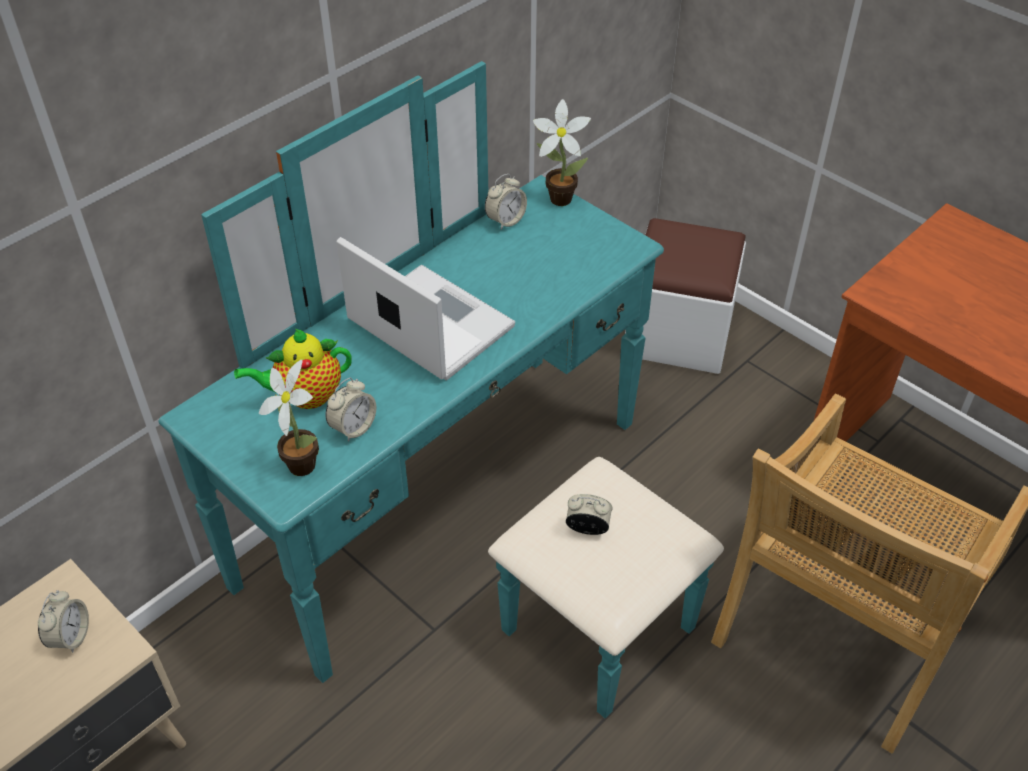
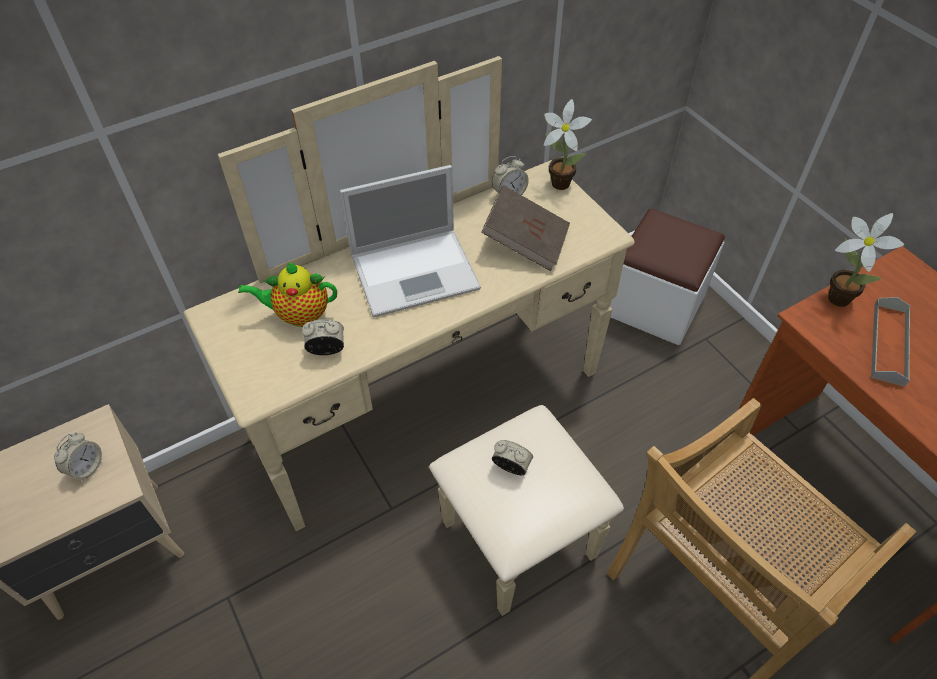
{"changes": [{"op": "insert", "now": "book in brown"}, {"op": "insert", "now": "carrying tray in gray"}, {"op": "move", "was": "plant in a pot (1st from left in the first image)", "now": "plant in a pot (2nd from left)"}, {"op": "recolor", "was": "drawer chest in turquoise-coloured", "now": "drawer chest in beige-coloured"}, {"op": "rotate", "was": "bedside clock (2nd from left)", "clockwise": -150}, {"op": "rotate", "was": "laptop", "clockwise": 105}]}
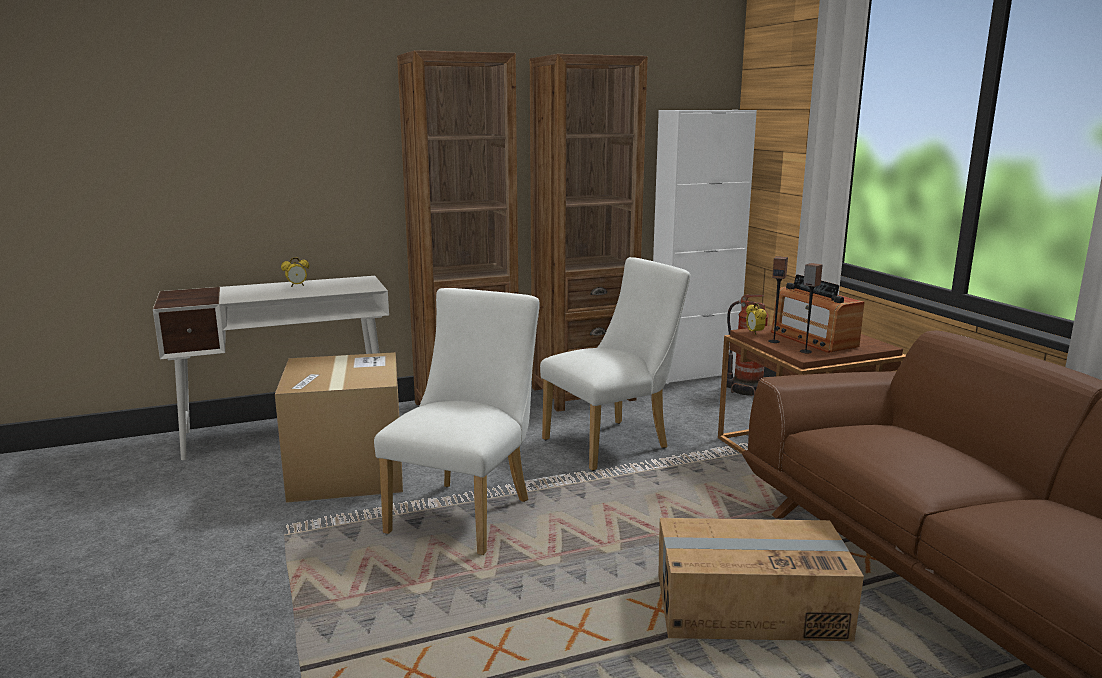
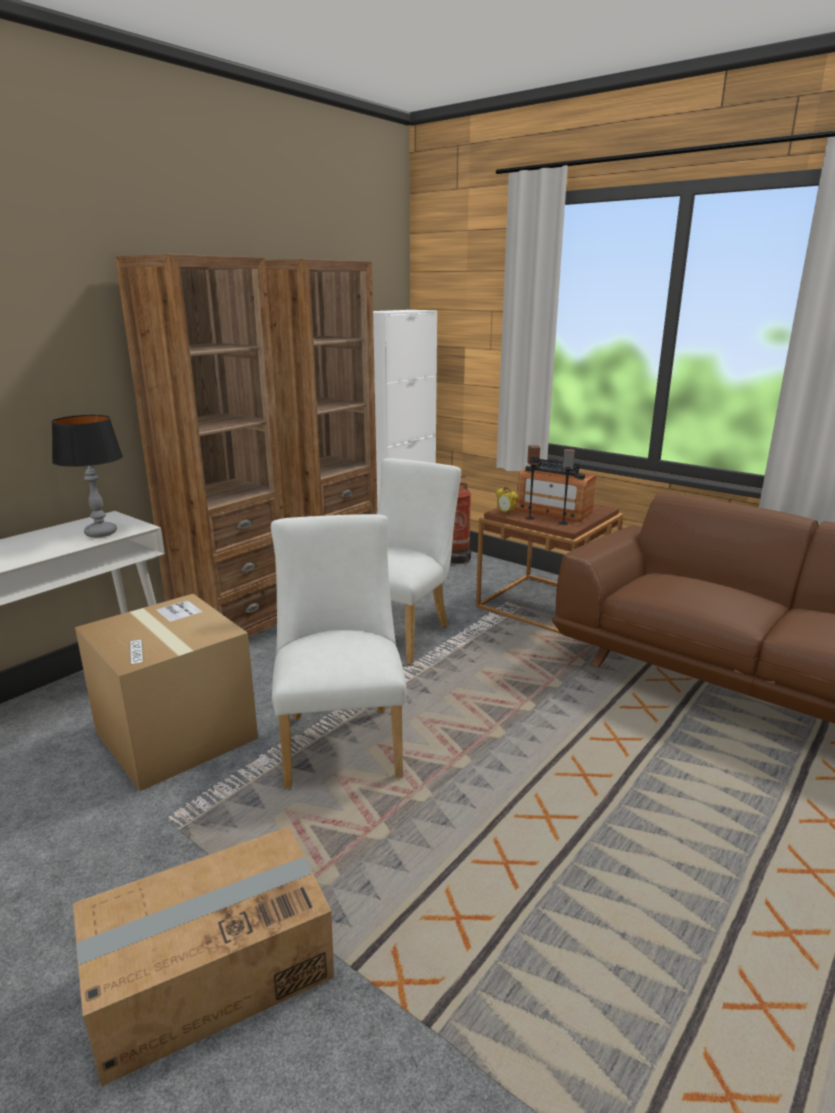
{"changes": [{"op": "delete", "was": "bedside clock (1st from left)"}, {"op": "insert", "now": "table lamp"}, {"op": "move", "was": "cardboard box (2nd from left)"}]}
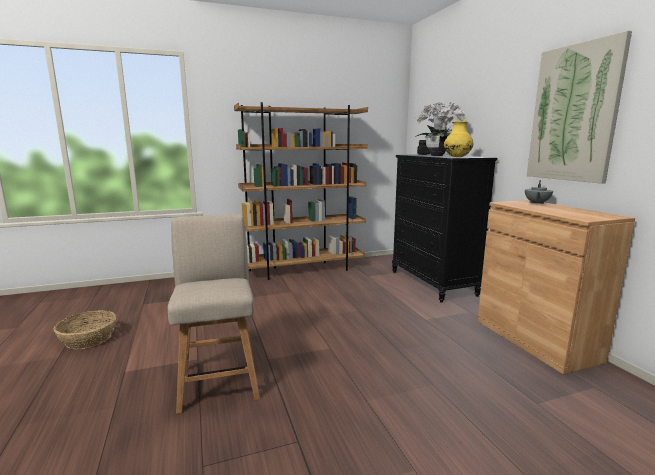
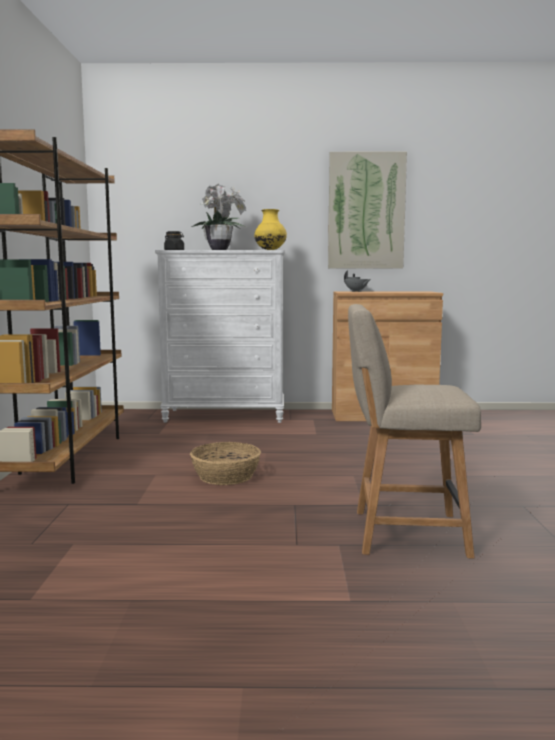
{"changes": [{"op": "move", "was": "basket"}, {"op": "recolor", "was": "drawer chest in black", "now": "drawer chest in white"}]}
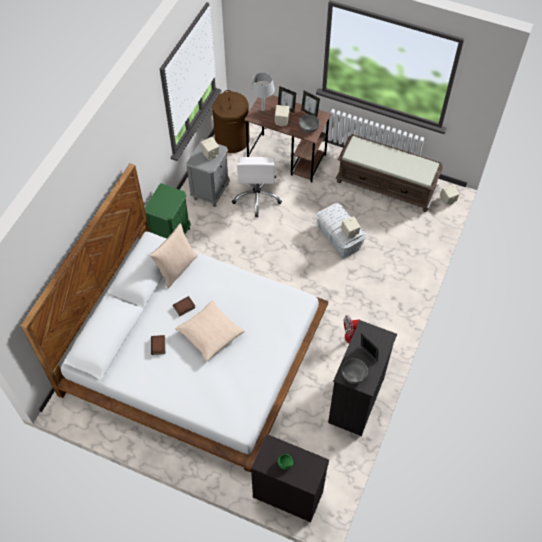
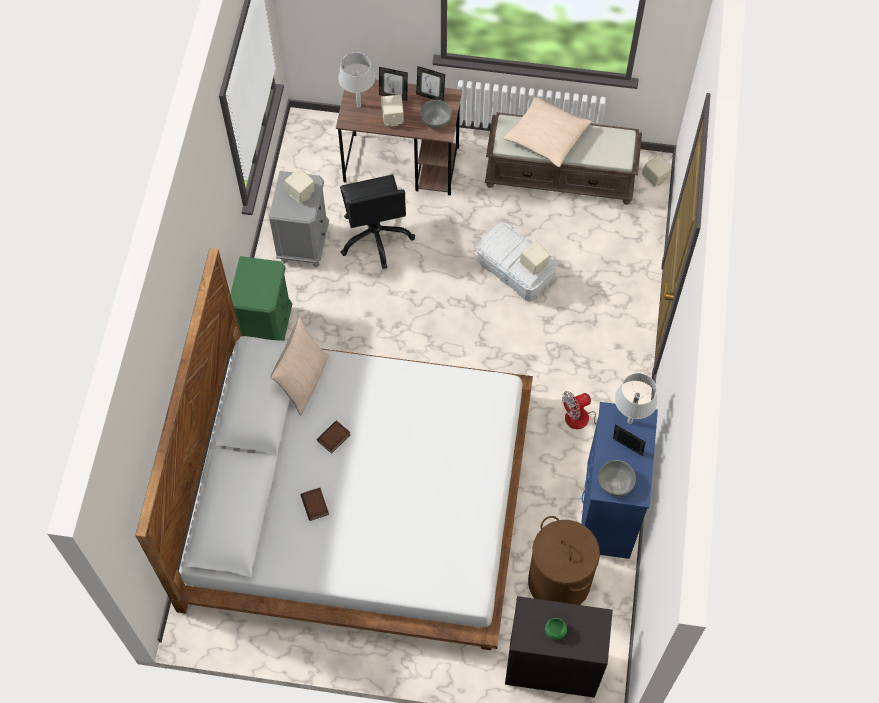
{"changes": [{"op": "insert", "now": "table lamp in gray (2nd from left)"}, {"op": "move", "was": "throw pillow in beige-coloured (2nd from left)"}, {"op": "move", "was": "laundry basket in brown"}, {"op": "recolor", "was": "desk chair in white", "now": "desk chair in black"}, {"op": "recolor", "was": "drawer chest in black", "now": "drawer chest in bluish"}]}
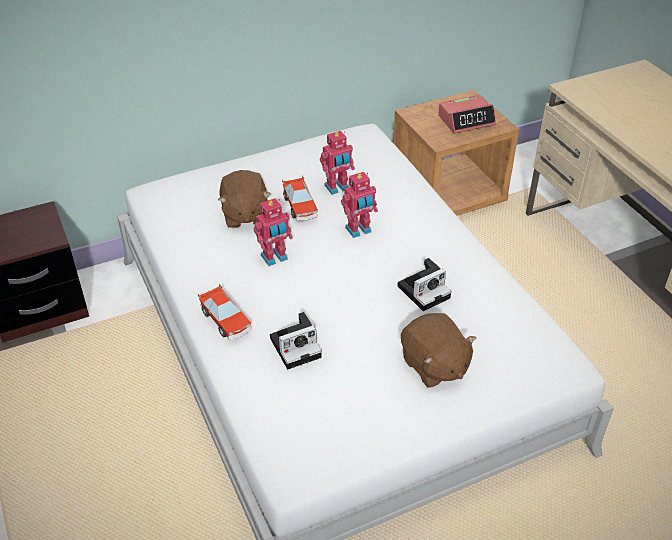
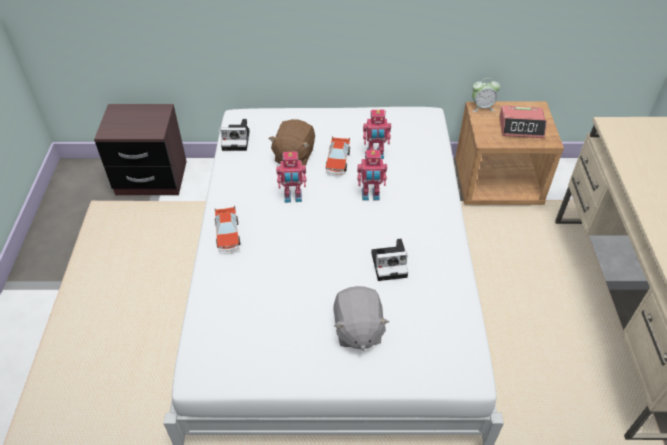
{"changes": [{"op": "insert", "now": "bedside clock (1st from left)"}, {"op": "move", "was": "photo camera (1st from left)"}, {"op": "recolor", "was": "soft toy in brown (2nd from left)", "now": "soft toy in gray"}]}
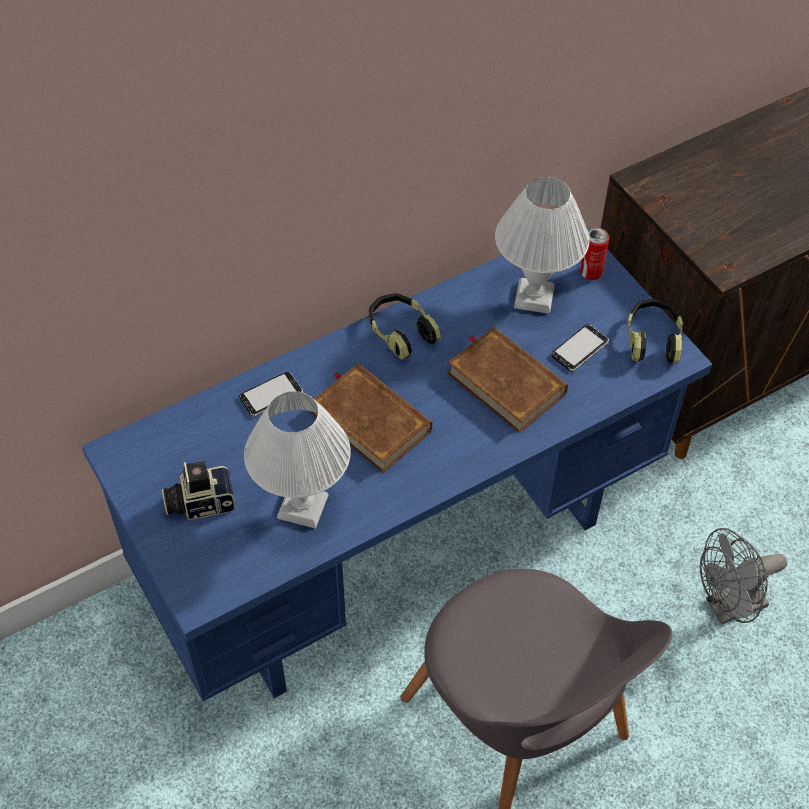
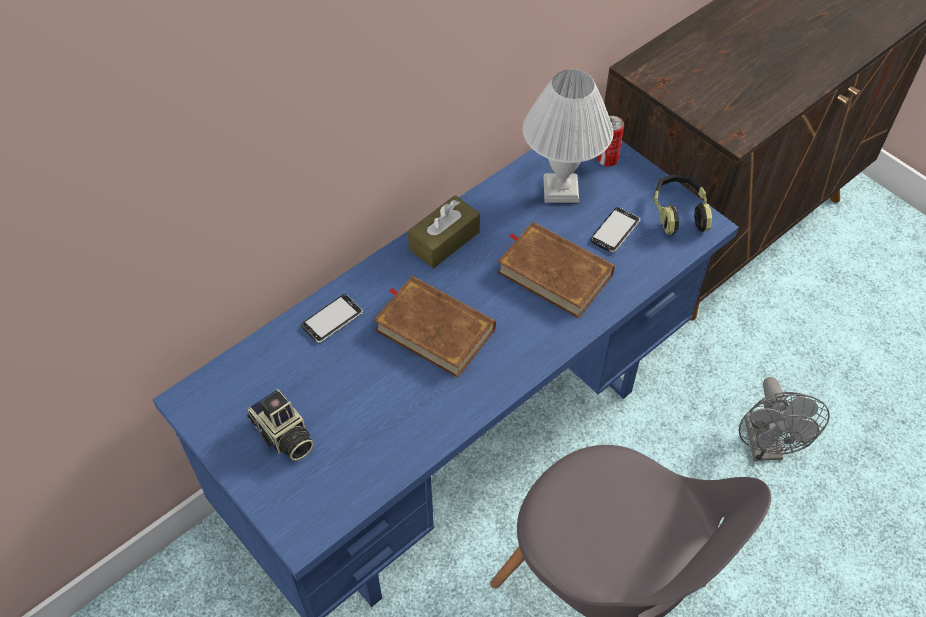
{"changes": [{"op": "delete", "was": "table lamp in white (1st from left)"}, {"op": "replace", "was": "pair of headphones (1st from left)", "now": "box of tissues in brown"}, {"op": "rotate", "was": "photo camera", "clockwise": -105}, {"op": "rotate", "was": "electric fan in gray", "clockwise": -60}]}
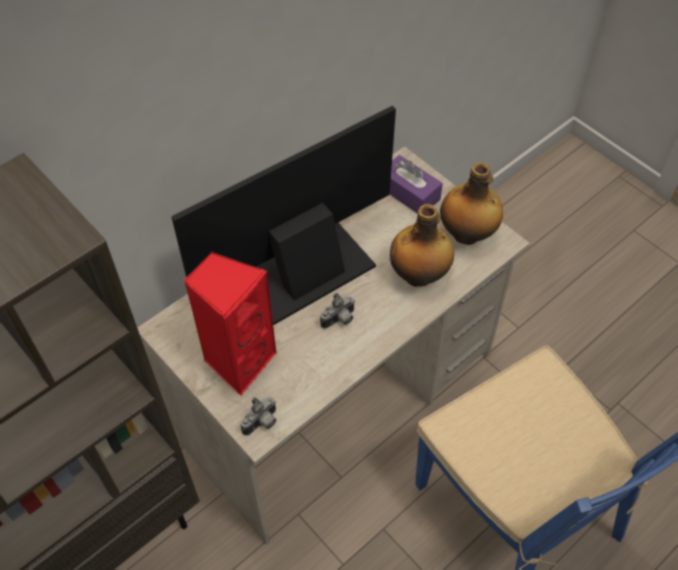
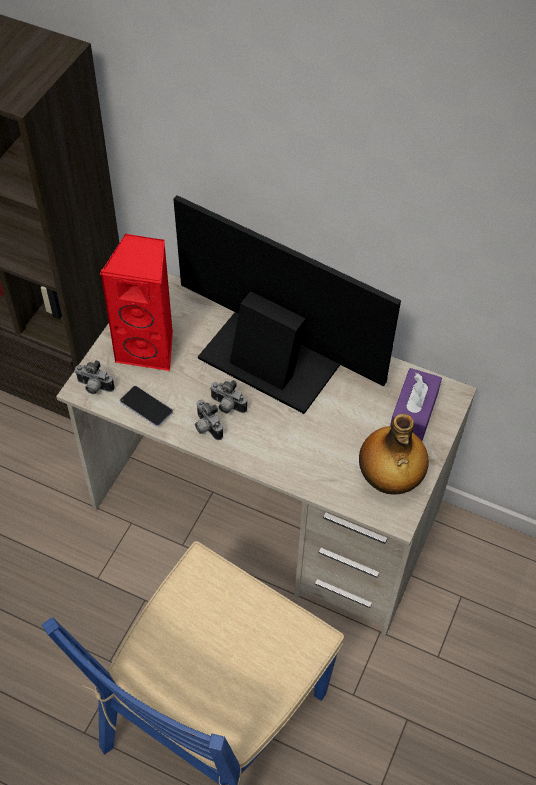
{"changes": [{"op": "delete", "was": "bottle (1st from left)"}, {"op": "insert", "now": "phone"}, {"op": "insert", "now": "photo camera (2nd from left)"}]}
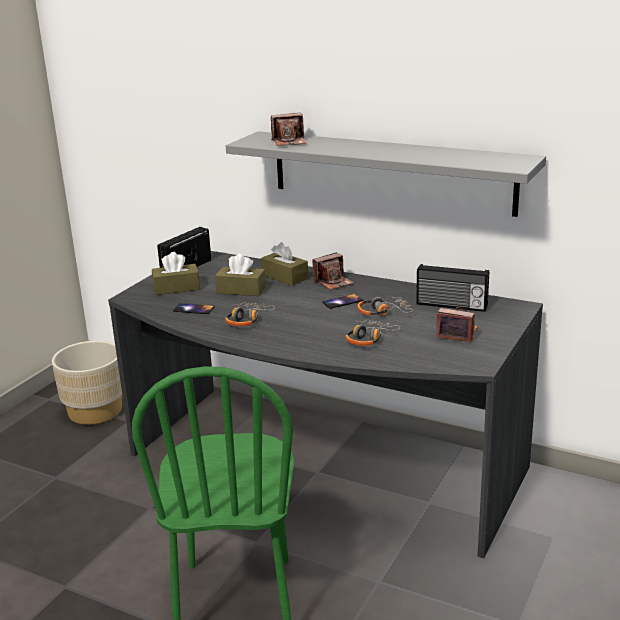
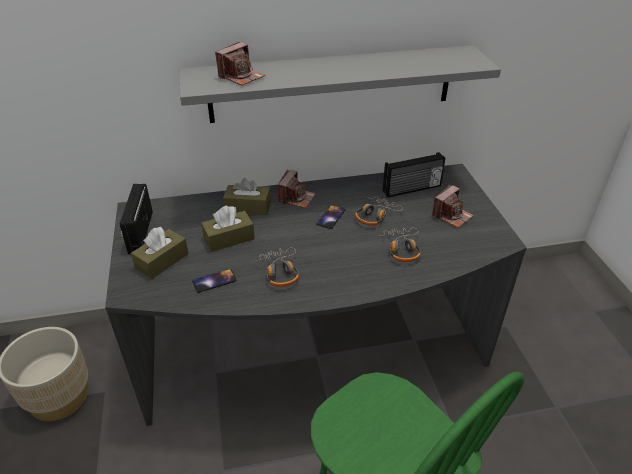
{"changes": [{"op": "rotate", "was": "photo camera (3rd from left)", "clockwise": 150}]}
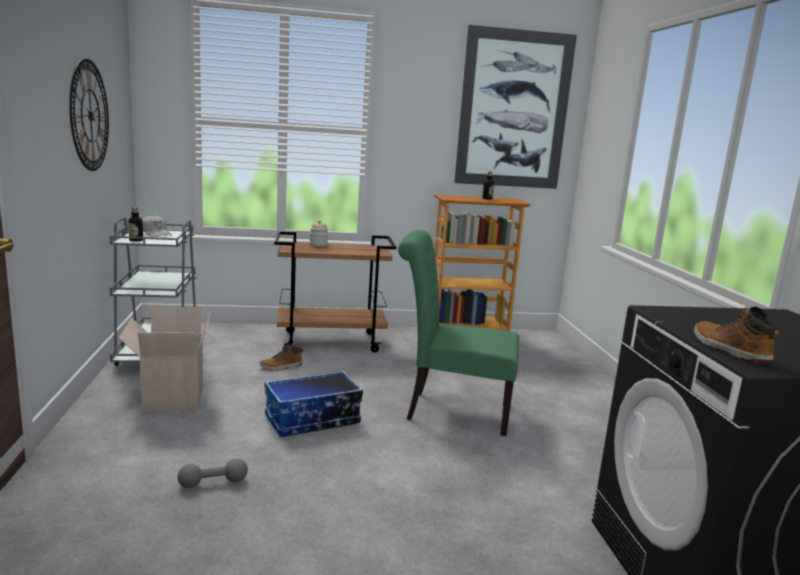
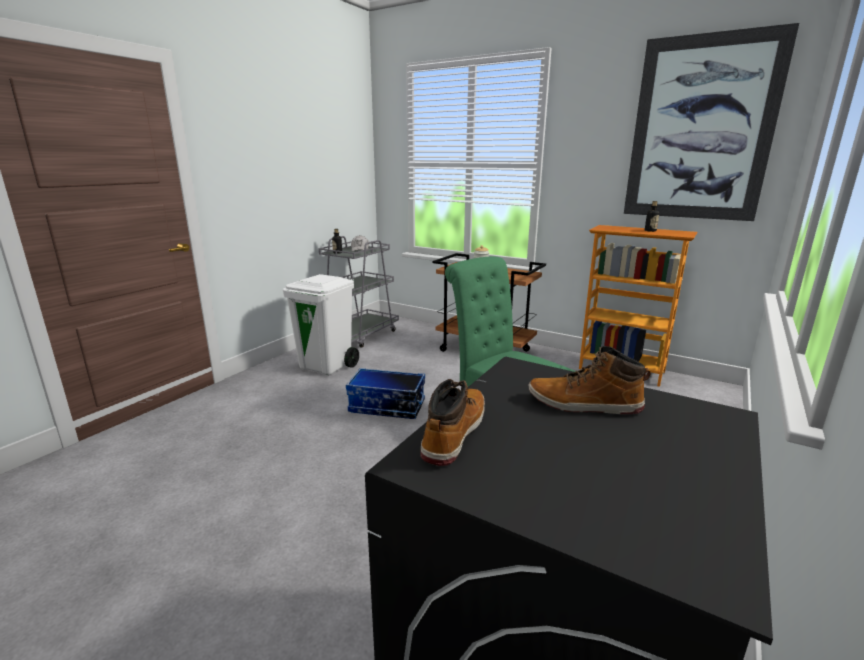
{"changes": [{"op": "delete", "was": "wall clock"}, {"op": "delete", "was": "free weight in gray"}, {"op": "move", "was": "boot (1st from left in the first image)", "now": "boot (2nd from left)"}, {"op": "replace", "was": "cardboard box", "now": "waste bin in white"}]}
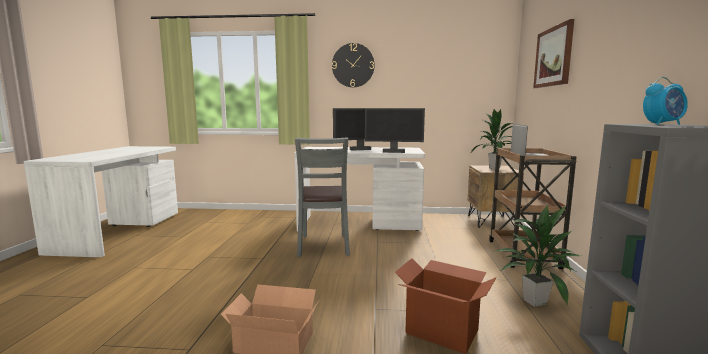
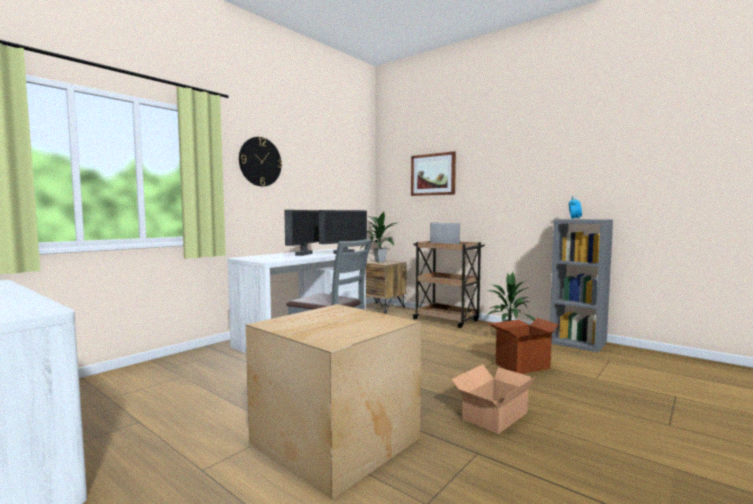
{"changes": [{"op": "insert", "now": "cardboard box (1st from left)"}]}
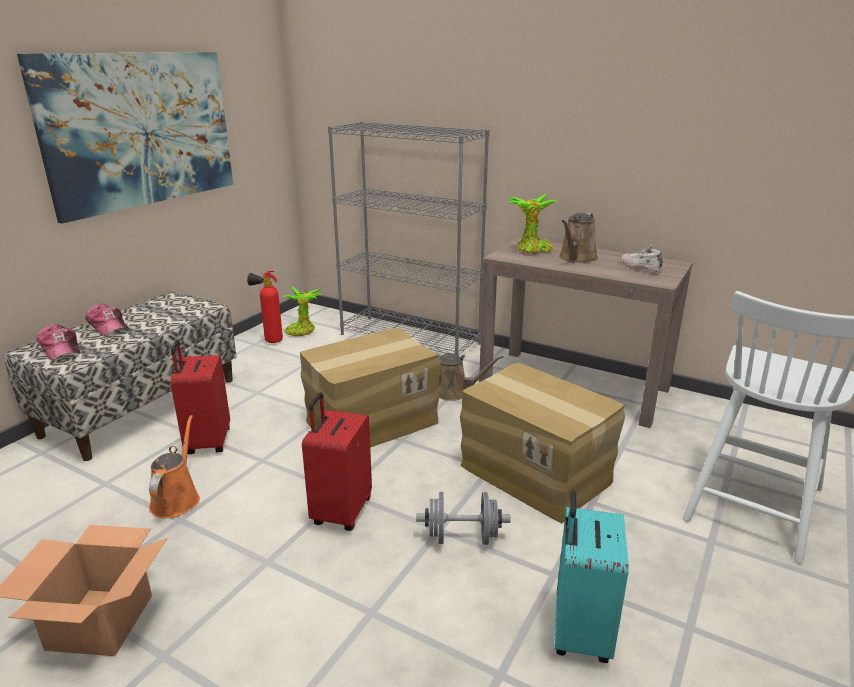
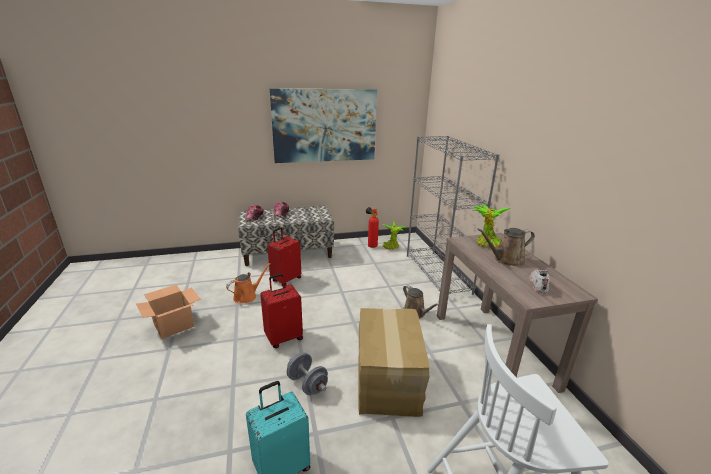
{"changes": [{"op": "delete", "was": "cardboard box (2nd from left)"}]}
